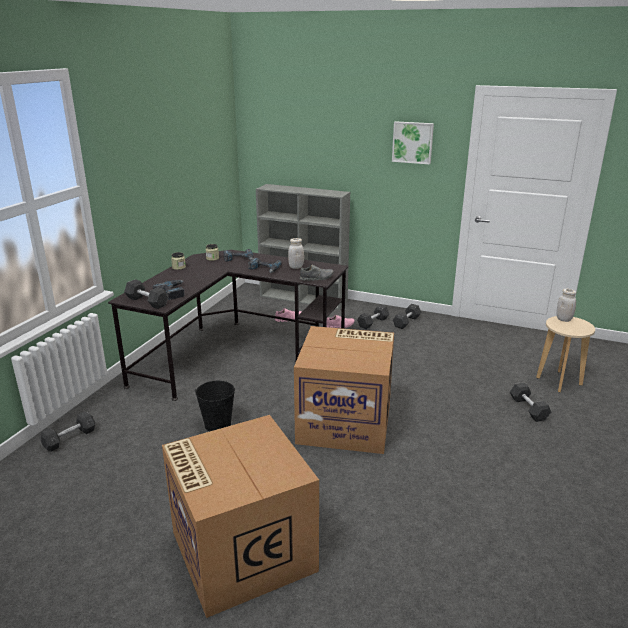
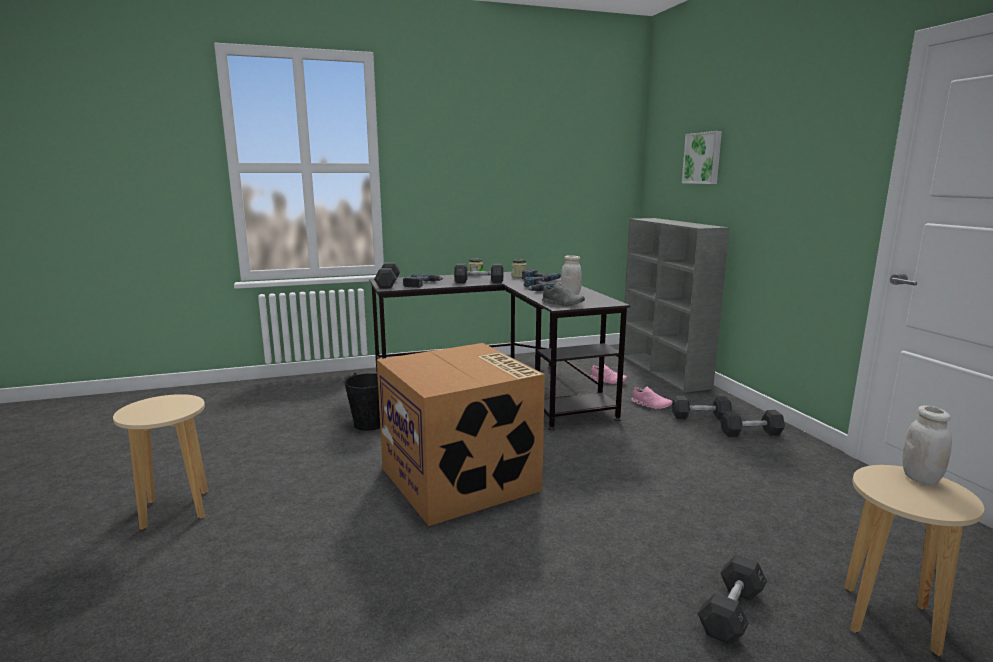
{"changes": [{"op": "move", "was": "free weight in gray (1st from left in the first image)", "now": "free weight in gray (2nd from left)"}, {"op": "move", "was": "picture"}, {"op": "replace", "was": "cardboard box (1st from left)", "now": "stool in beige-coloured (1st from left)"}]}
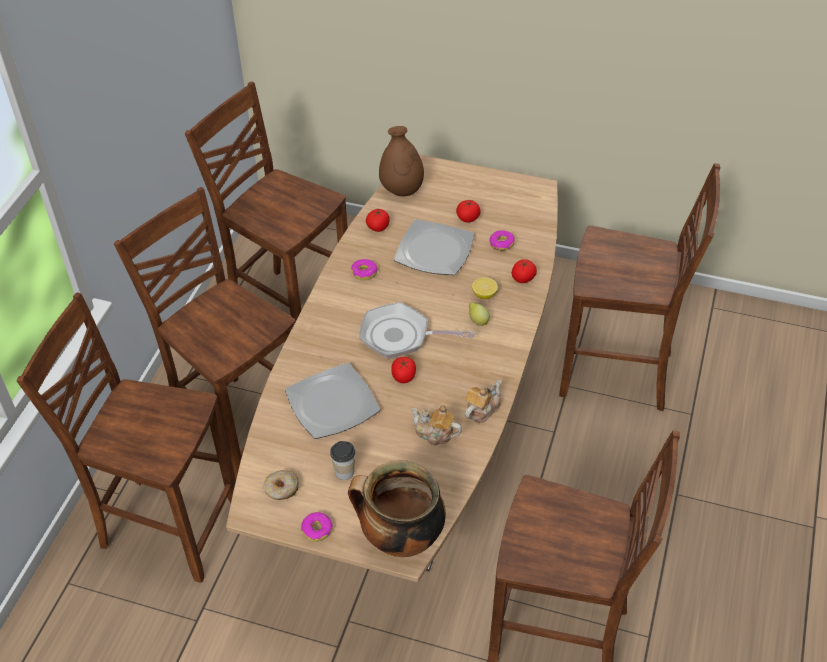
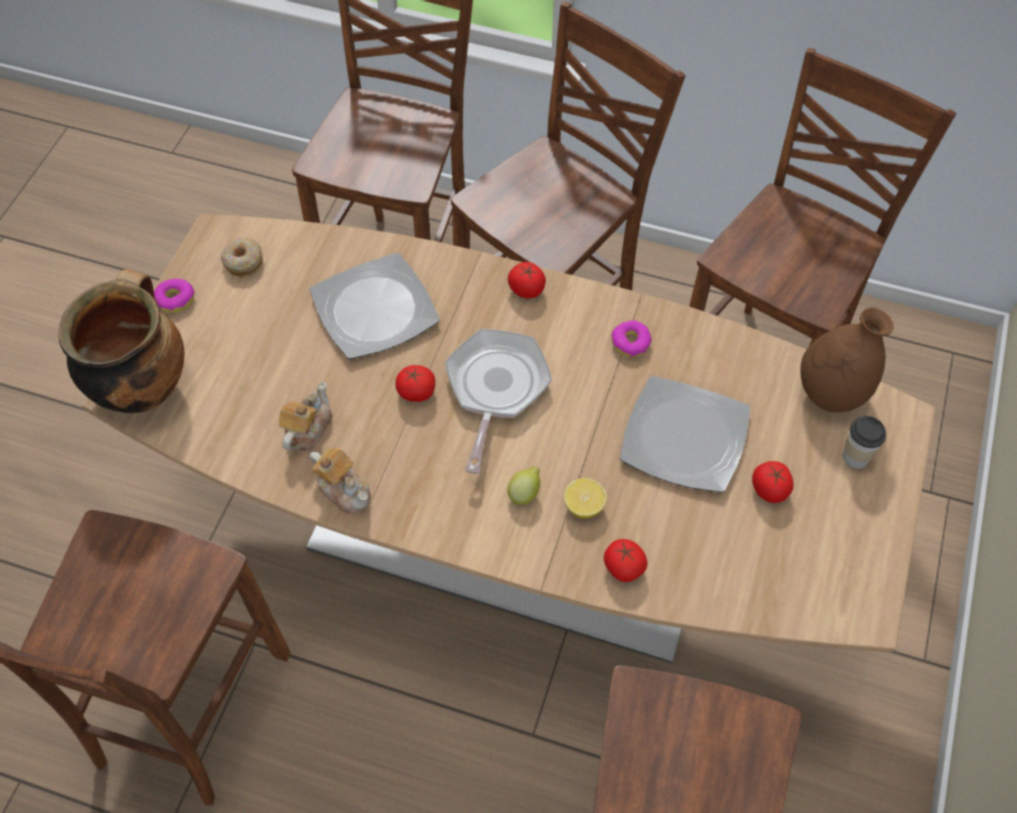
{"changes": [{"op": "delete", "was": "donut (4th from left)"}, {"op": "move", "was": "cup"}, {"op": "move", "was": "whole tomato (1st from left in the first image)", "now": "whole tomato (2nd from left)"}]}
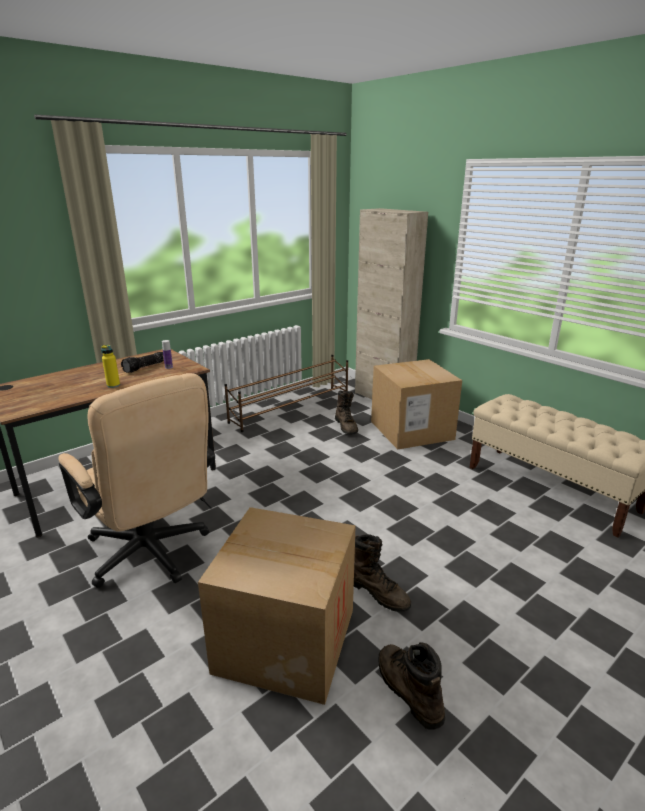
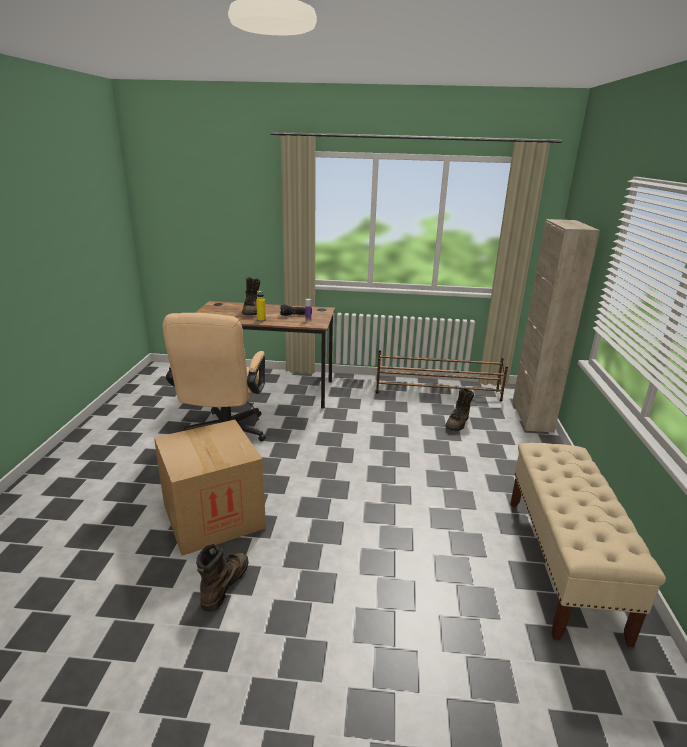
{"changes": [{"op": "delete", "was": "cardboard box (2nd from left)"}, {"op": "move", "was": "boot in brown (2nd from left)"}]}
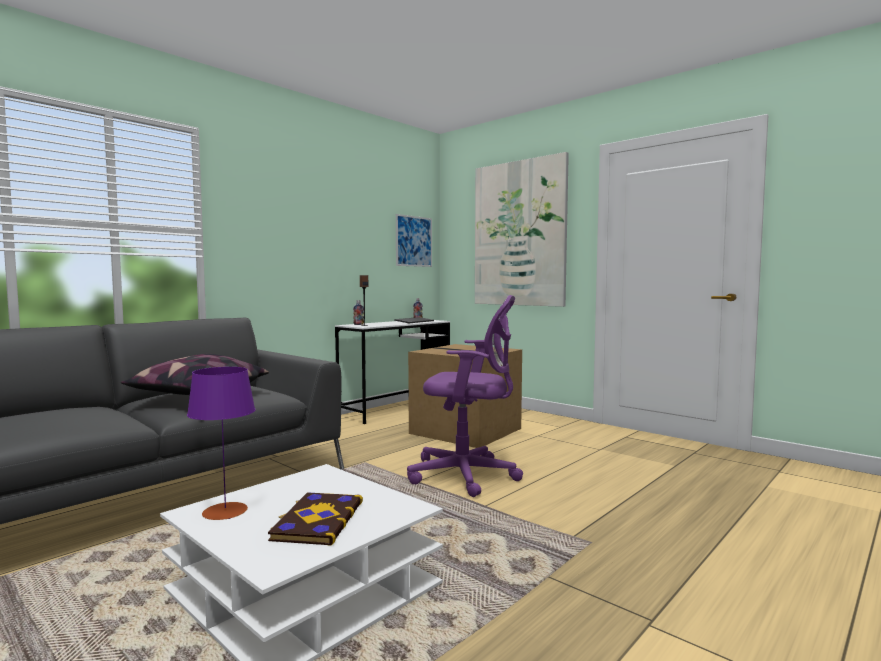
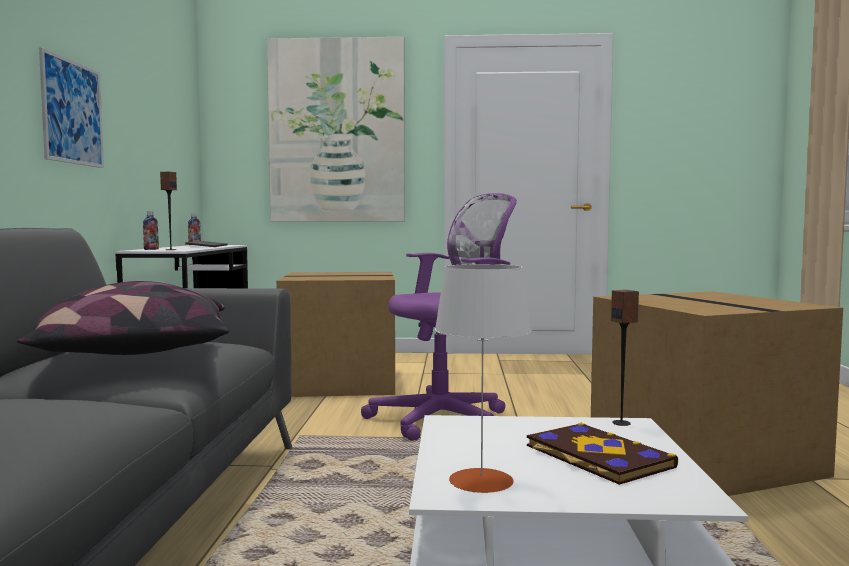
{"changes": [{"op": "insert", "now": "cardboard box (2nd from left)"}, {"op": "insert", "now": "speaker (2nd from left)"}, {"op": "move", "was": "picture (1st from left)"}, {"op": "recolor", "was": "table lamp in purple-coloured", "now": "table lamp in white"}]}
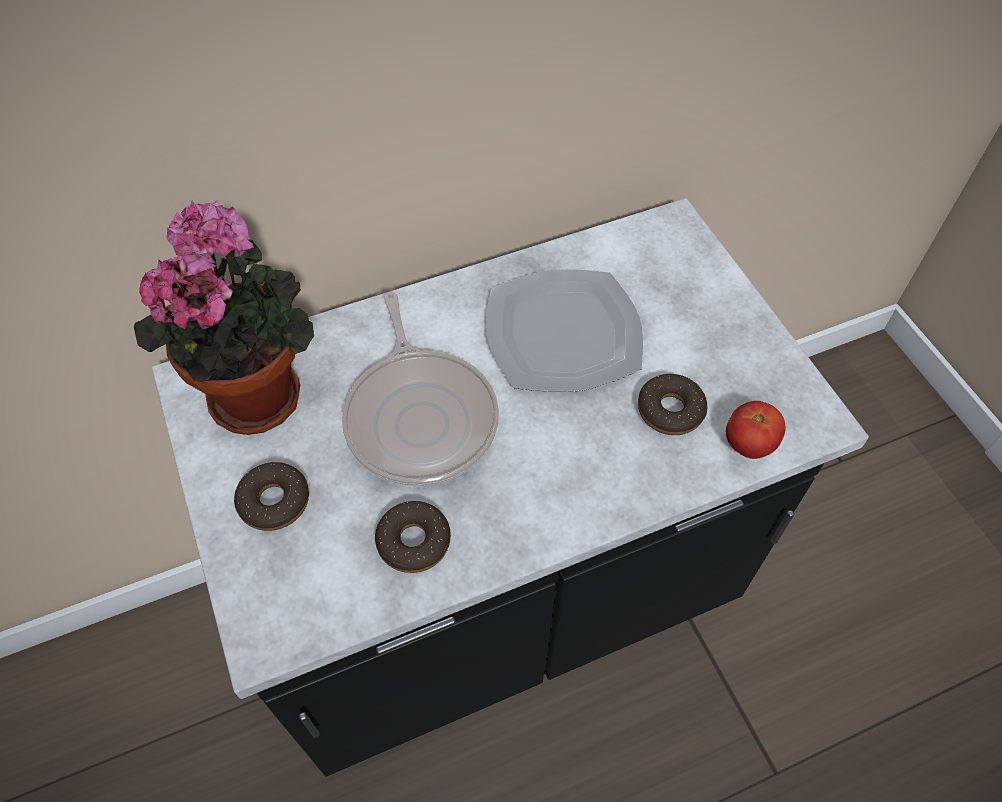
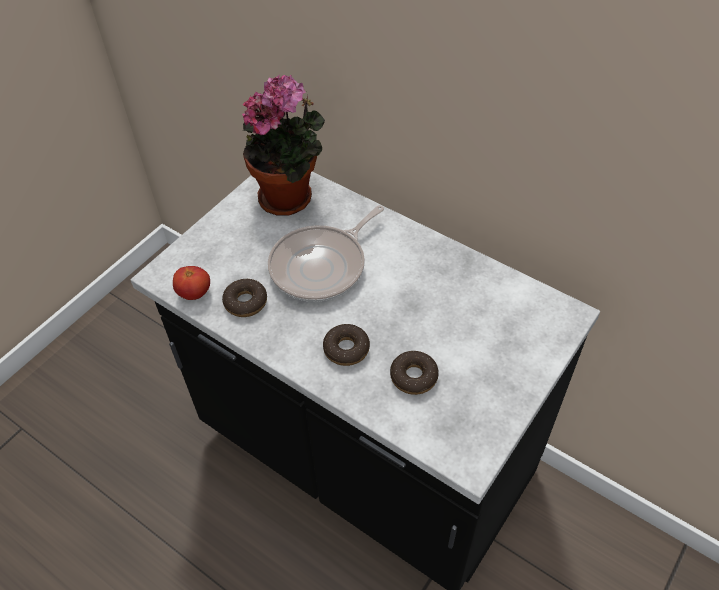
{"changes": [{"op": "delete", "was": "plate"}, {"op": "move", "was": "donut (1st from left in the first image)", "now": "donut (2nd from left)"}, {"op": "move", "was": "whole tomato"}]}
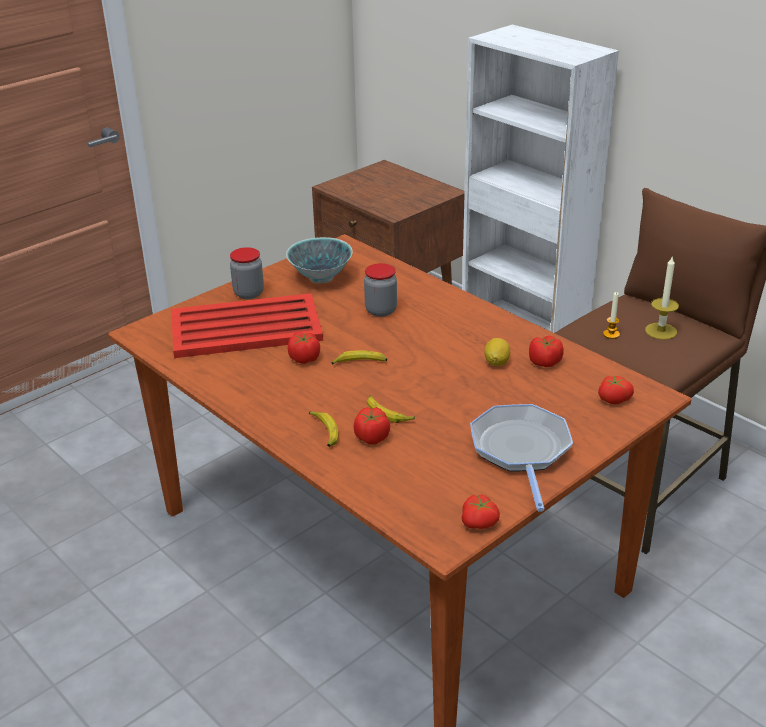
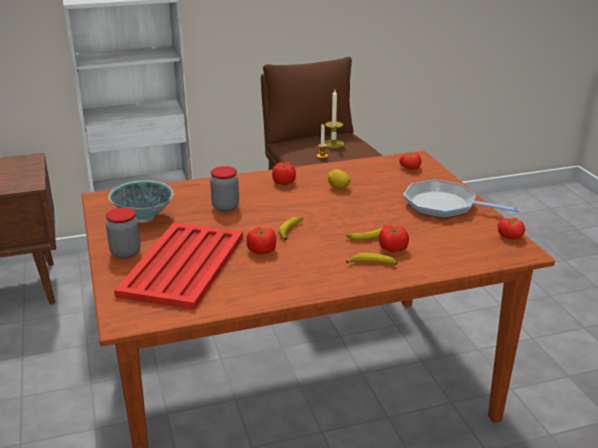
{"changes": [{"op": "move", "was": "whole tomato (4th from left in the first image)", "now": "whole tomato (2nd from left)"}]}
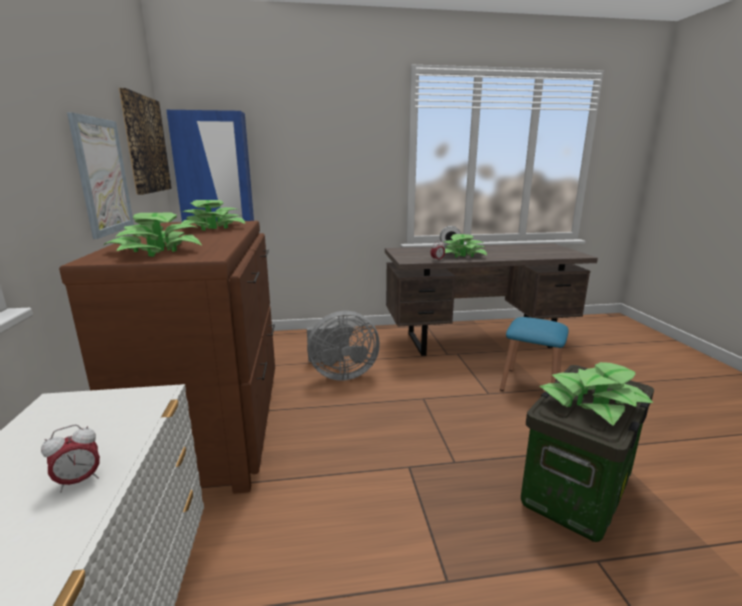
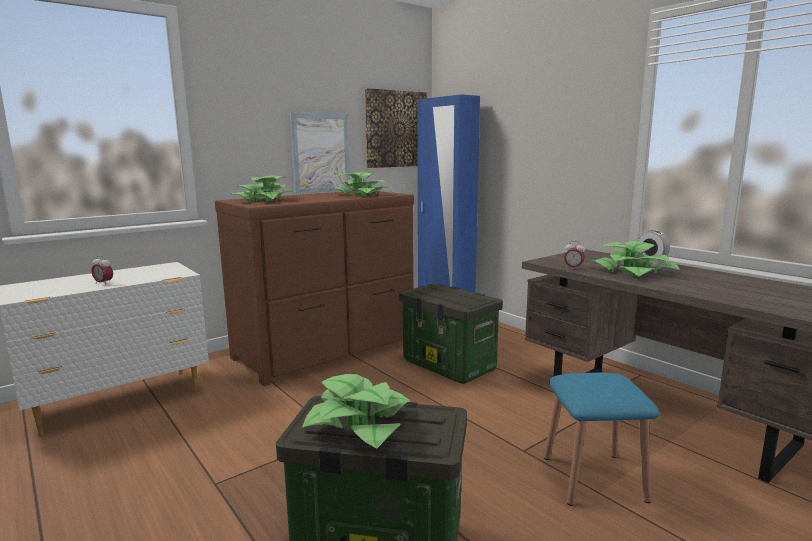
{"changes": [{"op": "replace", "was": "electric fan in gray", "now": "storage box (2nd from left)"}]}
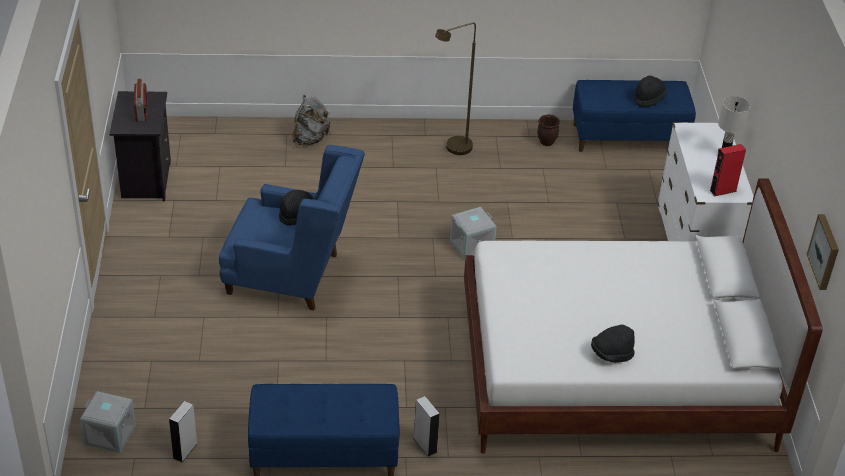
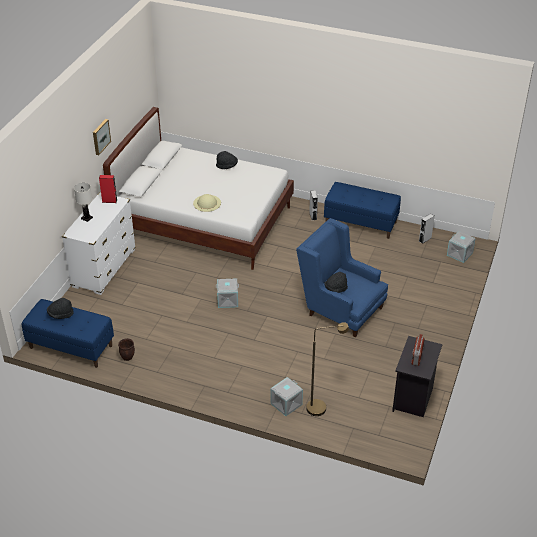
{"changes": [{"op": "insert", "now": "wearable hat in beige-coloured"}, {"op": "move", "was": "floor lamp in brown"}, {"op": "move", "was": "picture"}, {"op": "replace", "was": "backpack in gray", "now": "storage box in gray (2nd from left)"}]}
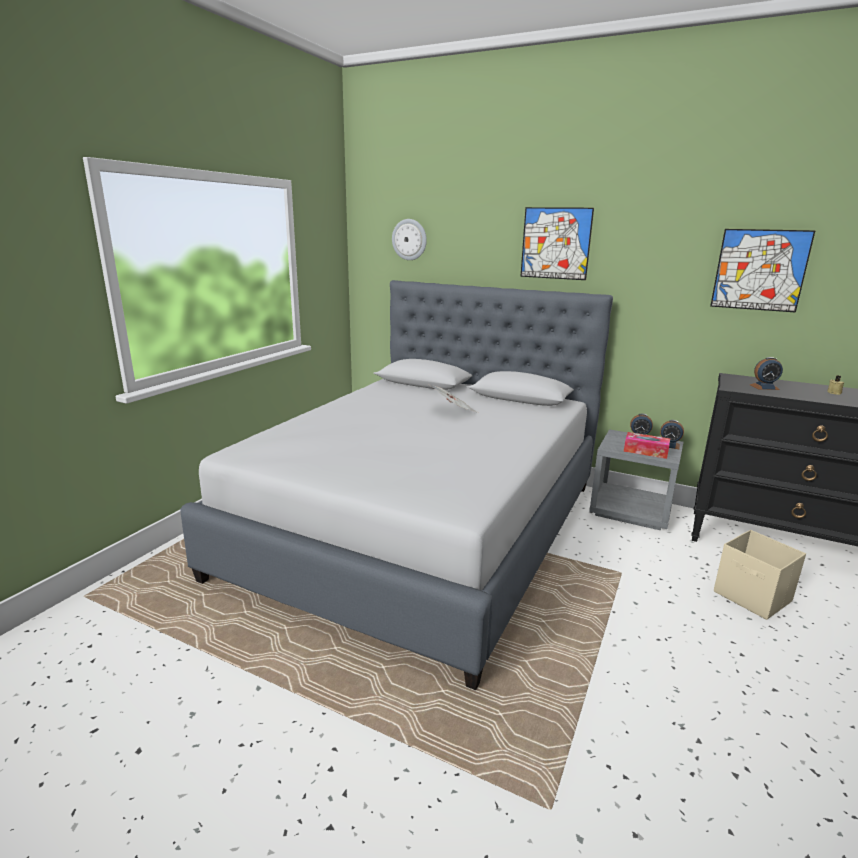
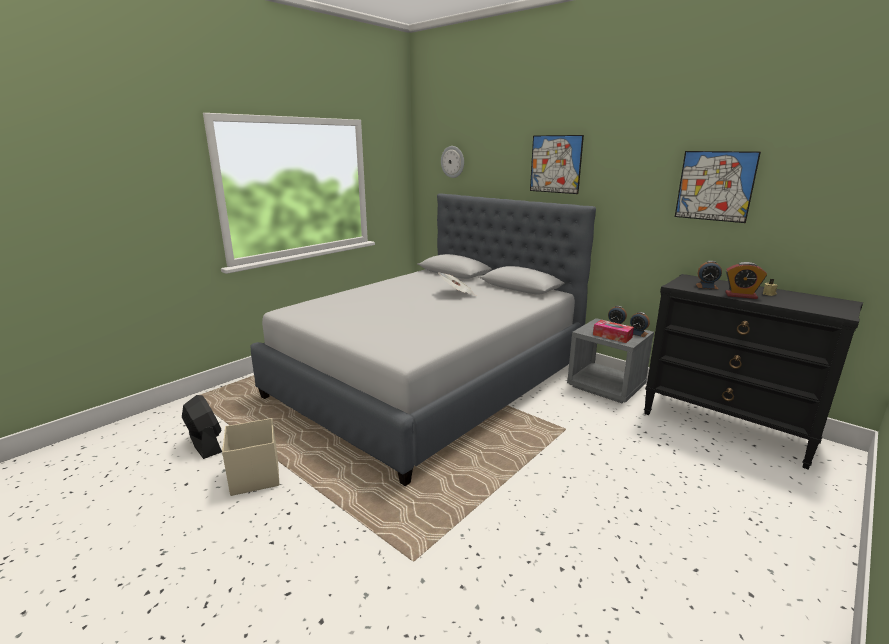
{"changes": [{"op": "insert", "now": "electric fan in black"}, {"op": "insert", "now": "bedside clock (4th from left)"}, {"op": "move", "was": "storage box in beige-coloured"}]}
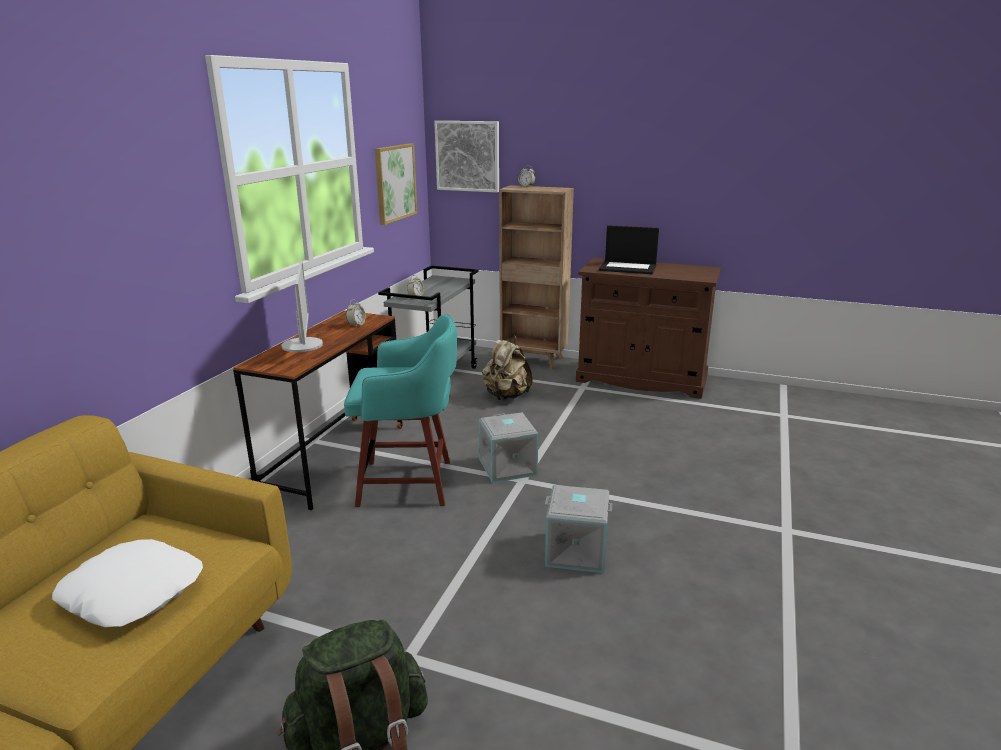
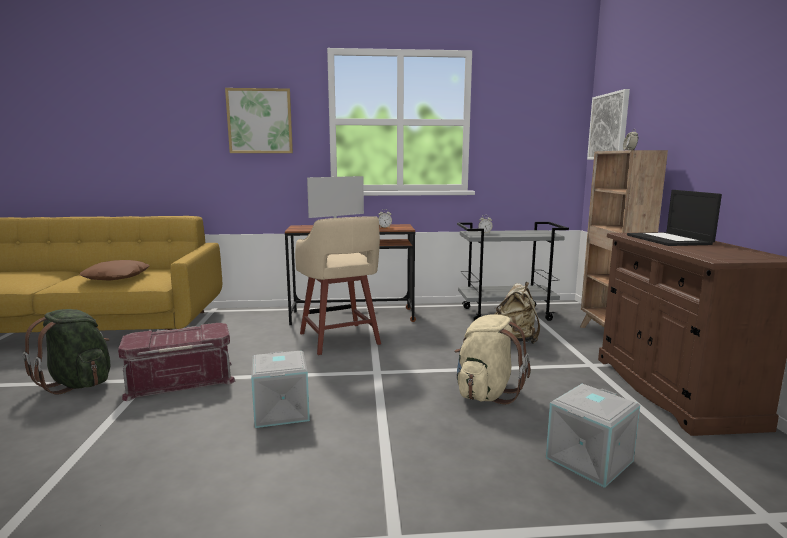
{"changes": [{"op": "insert", "now": "storage box in reddish"}, {"op": "insert", "now": "backpack in beige-coloured (1st from left)"}, {"op": "move", "was": "picture (1st from left)"}, {"op": "move", "was": "storage box in gray (1st from left in the first image)", "now": "storage box in gray (2nd from left)"}, {"op": "recolor", "was": "throw pillow in white", "now": "throw pillow in brown"}, {"op": "recolor", "was": "stool in turquoise-coloured", "now": "stool in beige-coloured"}]}
